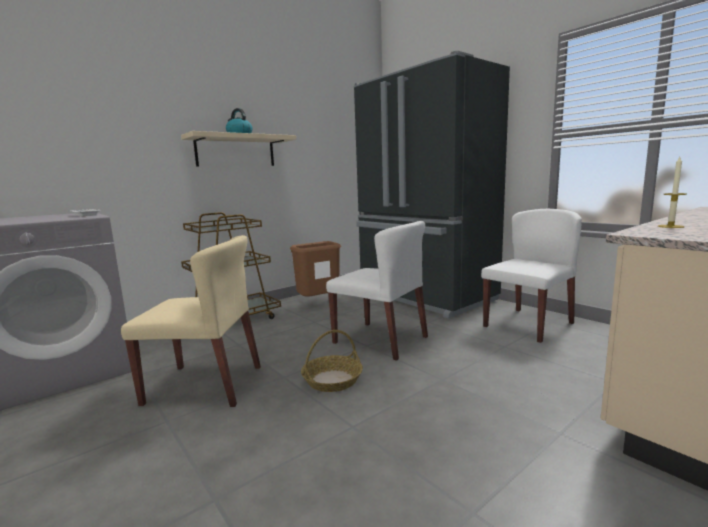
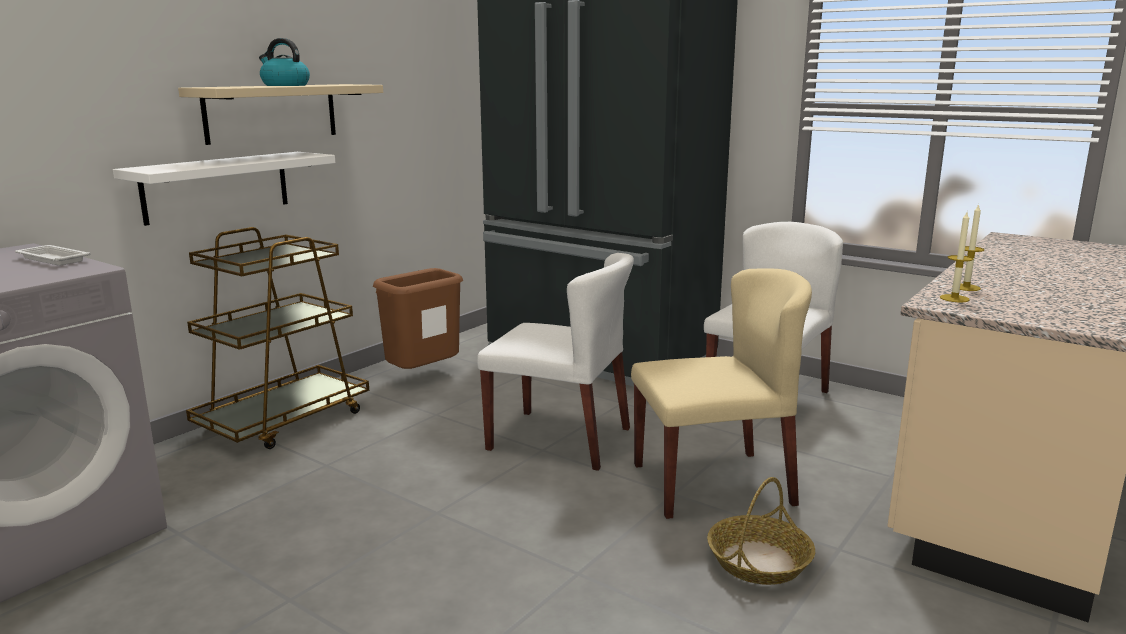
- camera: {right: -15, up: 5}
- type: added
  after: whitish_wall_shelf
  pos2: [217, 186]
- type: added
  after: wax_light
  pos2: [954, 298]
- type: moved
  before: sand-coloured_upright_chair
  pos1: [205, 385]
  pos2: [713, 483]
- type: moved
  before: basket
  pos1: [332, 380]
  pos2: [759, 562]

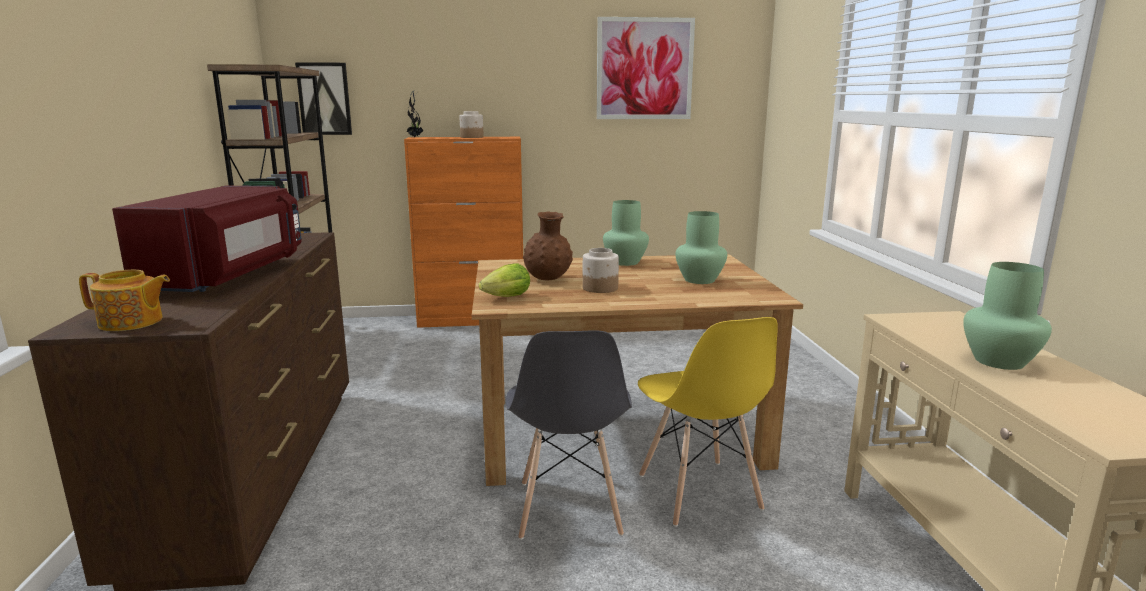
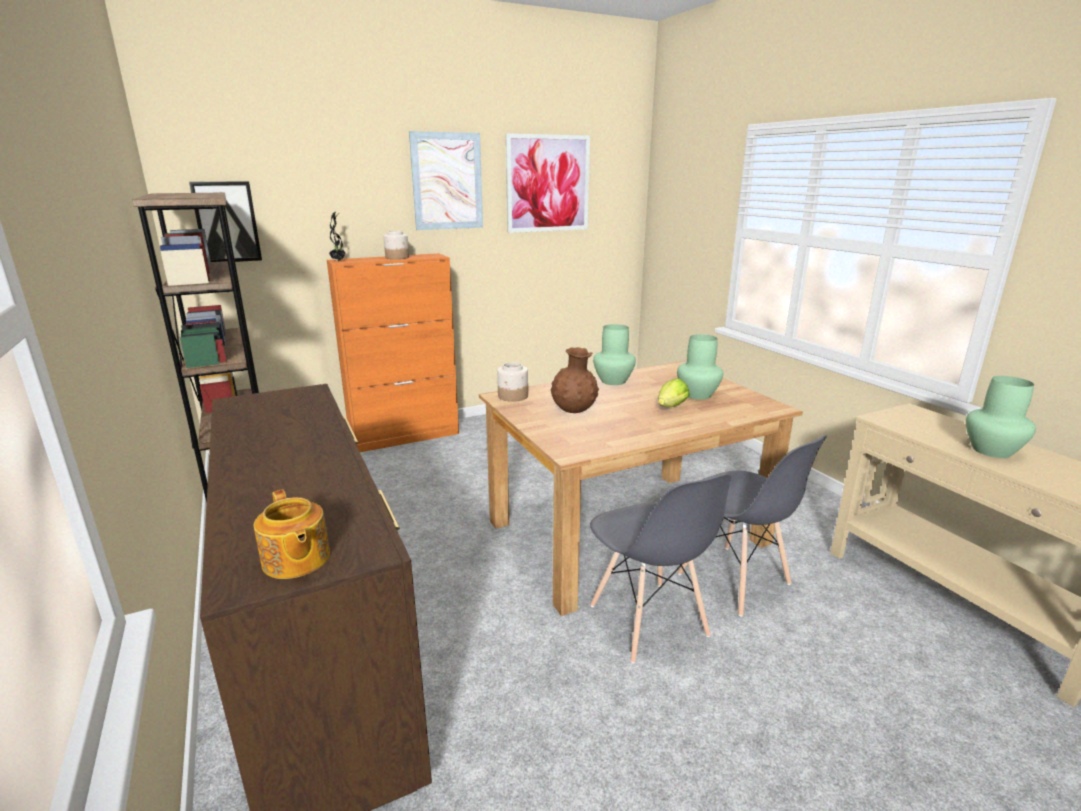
- camera: {right: -20, up: 5}
- type: removed
  before: red-coloured_microwave_oven
  pos1: [228, 276]
- type: added
  after: picture
  pos2: [447, 181]
- type: moved
  before: lettuce_head
  pos1: [504, 298]
  pos2: [670, 408]
- type: moved
  before: storage_jar
  pos1: [600, 288]
  pos2: [513, 396]
- type: recoloured
  before: yellow_upright_chair
  after: gray_upright_chair
  pos1: [698, 493]
  pos2: [734, 580]
- type: turned
  before: pot_for_tea
  pos1: [131, 322]
  pos2: [295, 560]
  turn: 75

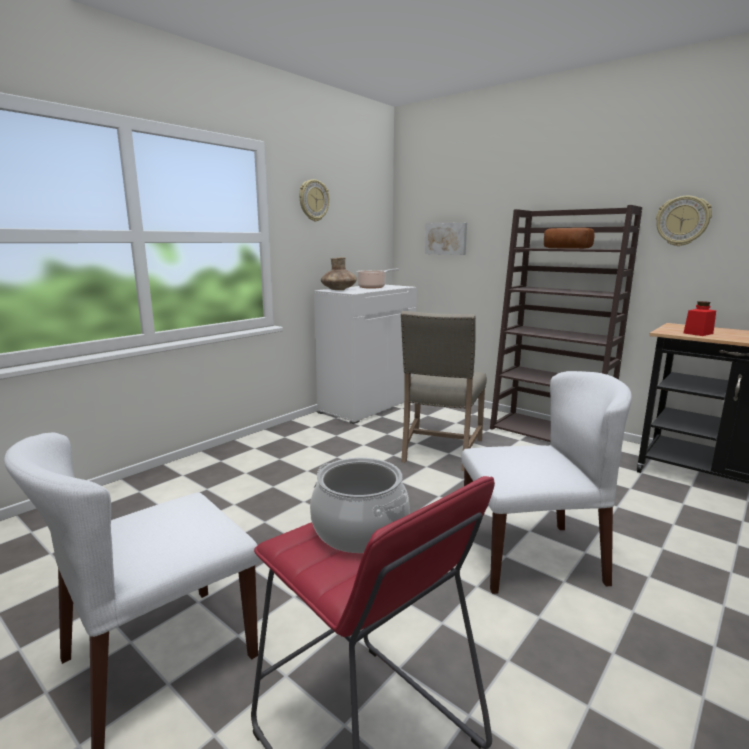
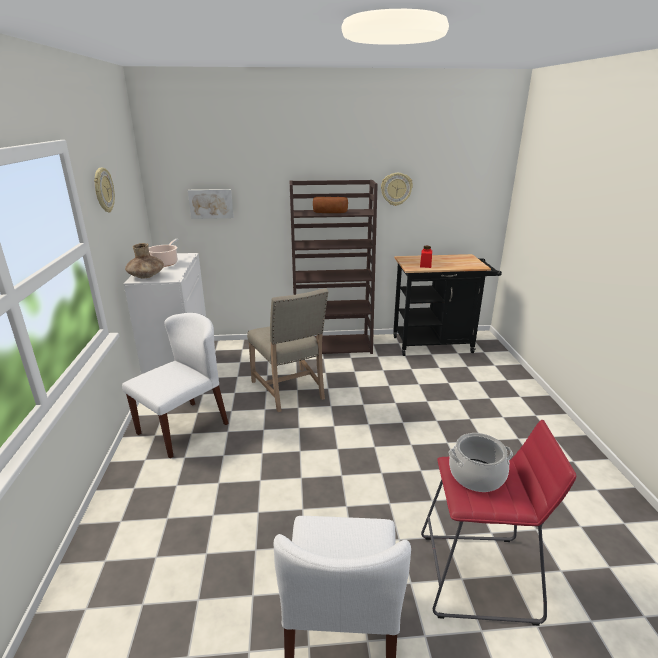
- camera: {right: -45, up: 10}
- type: moved
  before: whitish_upright_chair
  pos1: [532, 557]
  pos2: [183, 428]

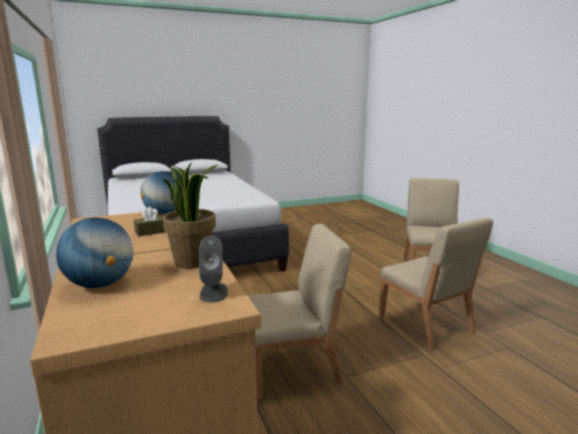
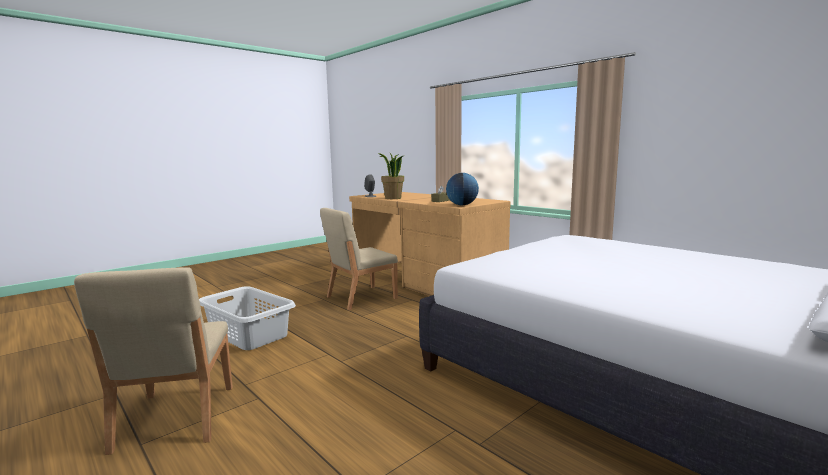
- camera: {right: 160, up: -5}
- type: removed
  before: world_globe
  pos1: [100, 284]
- type: replaced
  before: sand-coloured_upright_chair
  after: gray_laundry_basket
  pos1: [426, 326]
  pos2: [248, 334]

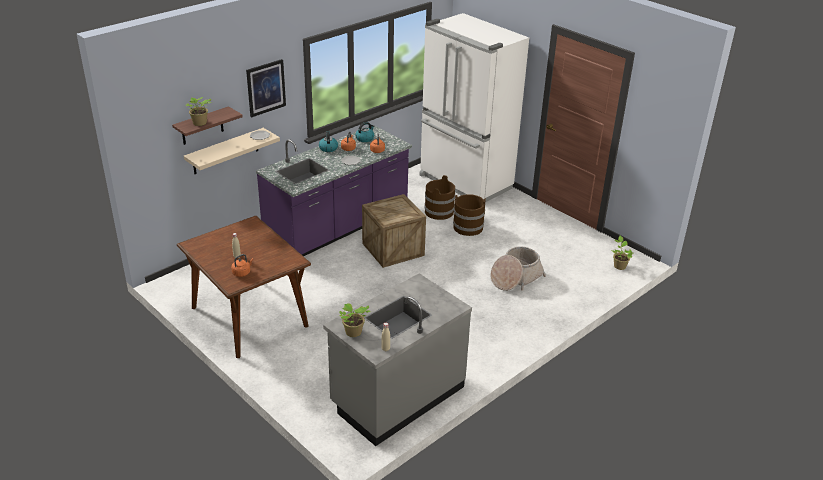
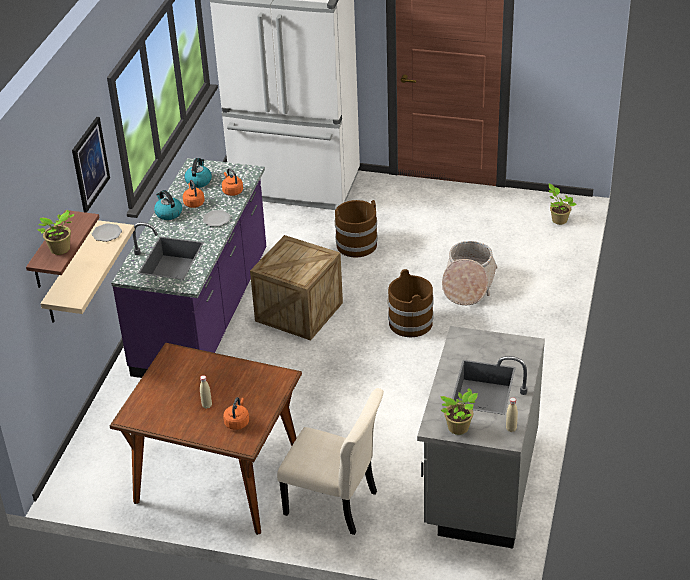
- camera: {right: -30, up: 5}
- type: added
  after: sand-coloured_upright_chair
  pos2: [334, 504]
- type: moved
  before: brown_bucket
  pos1: [439, 212]
  pos2: [411, 323]

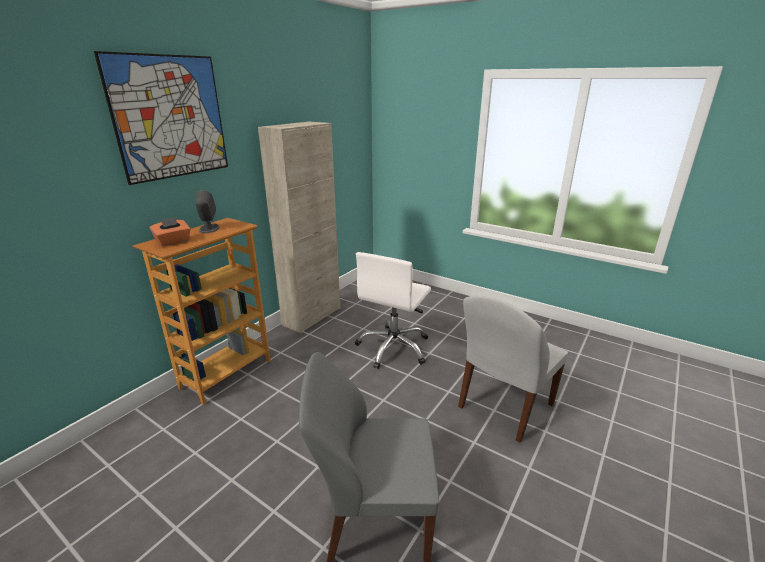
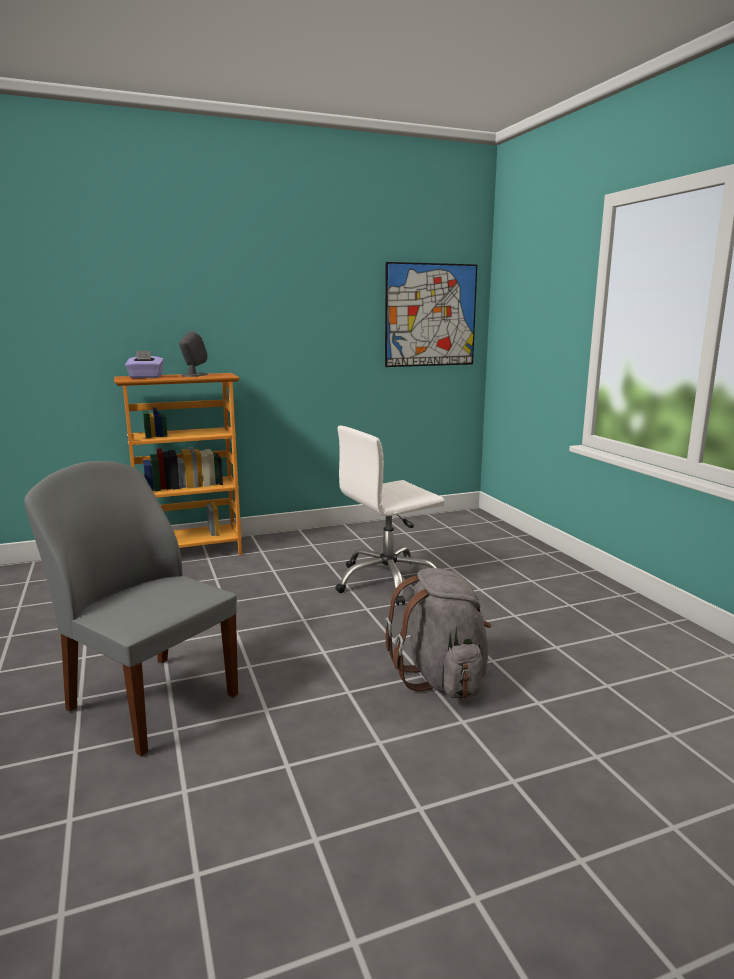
- camera: {right: 35, up: -10}
- type: removed
  before: sand-coloured_cupboard
  pos1: [312, 316]
- type: moved
  before: picture
  pos1: [170, 118]
  pos2: [430, 315]
- type: replaced
  before: whitish_upright_chair
  after: gray_knapsack
  pos1: [504, 407]
  pos2: [442, 678]
- type: recoloured
  before: orangey_tissue_box
  after: purple-coloured_tissue_box
  pos1: [173, 242]
  pos2: [146, 377]

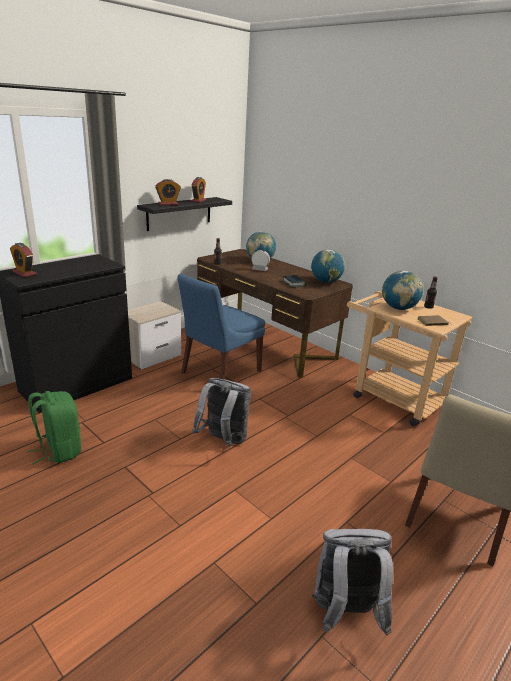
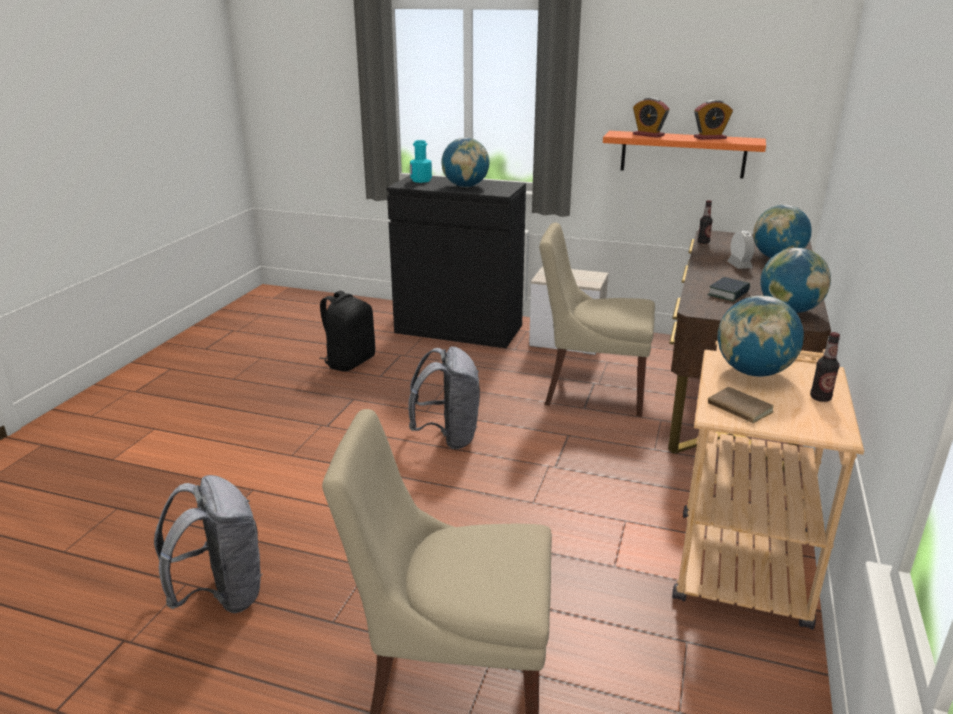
- camera: {right: 65, up: 0}
- type: added
  after: world_globe
  pos2: [465, 186]
- type: replaced
  before: table_clock
  after: turquoise-coloured_drink_bottle
  pos1: [24, 273]
  pos2: [421, 180]
- type: recoloured
  before: greenish_knapsack
  after: blackish_knapsack
  pos1: [59, 450]
  pos2: [349, 362]
- type: recoloured
  before: blackish_wall_shelf
  after: orangey_wall_shelf
  pos1: [179, 213]
  pos2: [683, 154]
- type: recoloured
  before: bluish_upright_chair
  after: sand-coloured_upright_chair
  pos1: [219, 373]
  pos2: [591, 390]

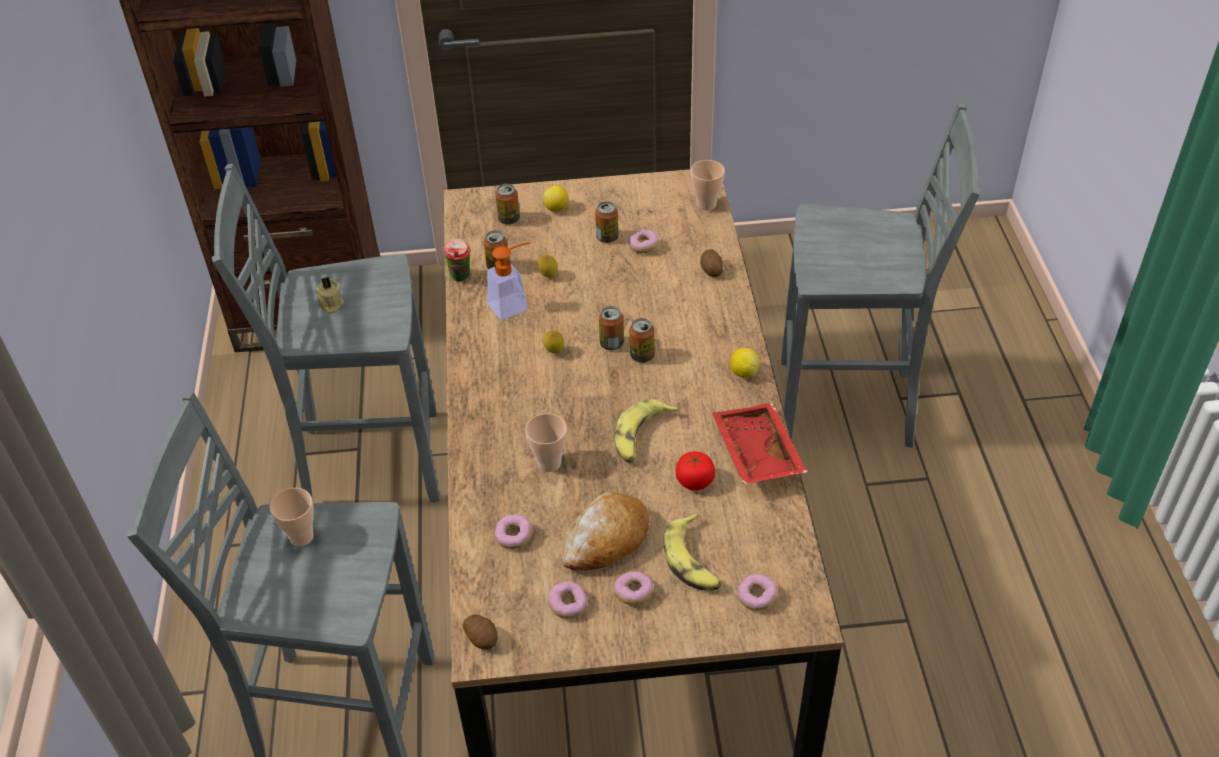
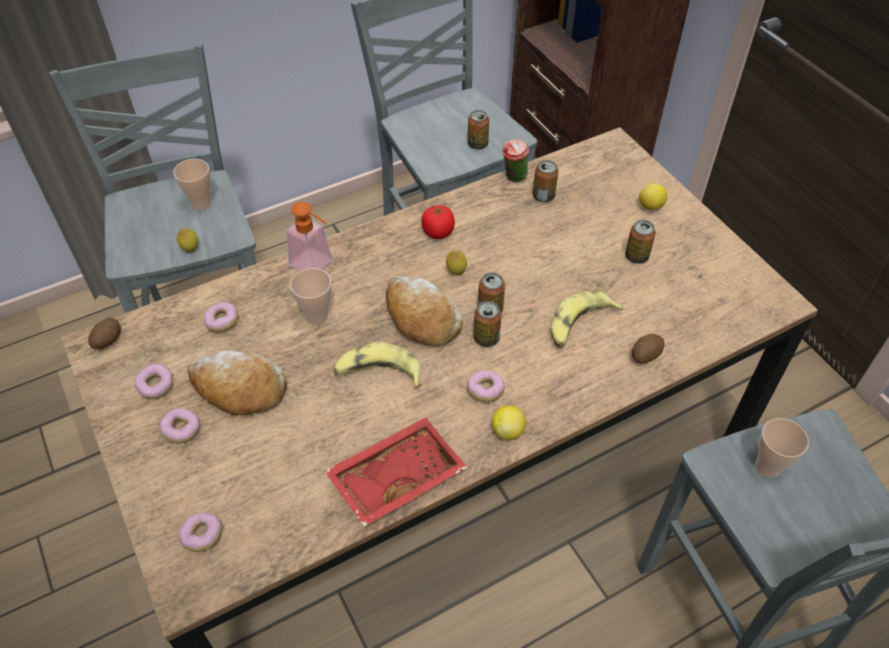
- camera: {right: 65, up: 5}
- type: removed
  before: sand-coloured_wax_light
  pos1: [331, 304]
- type: added
  after: bakery_bread
  pos2: [421, 317]
- type: moved
  before: liquid_soap_bottle
  pos1: [514, 304]
  pos2: [316, 266]
- type: moved
  before: can
  pos1: [509, 219]
  pos2: [477, 144]
- type: moved
  before: whole_lemon
  pos1: [548, 276]
  pos2: [190, 249]
- type: moved
  before: doughnut
  pos1: [643, 247]
  pos2: [485, 391]
- type: moved
  before: whole_banana
  pos1: [693, 561]
  pos2: [579, 325]
- type: moved
  before: tomato
  pos1: [695, 481]
  pos2: [438, 232]
- type: moved
  before: cup
  pos1: [706, 204]
  pos2: [768, 466]

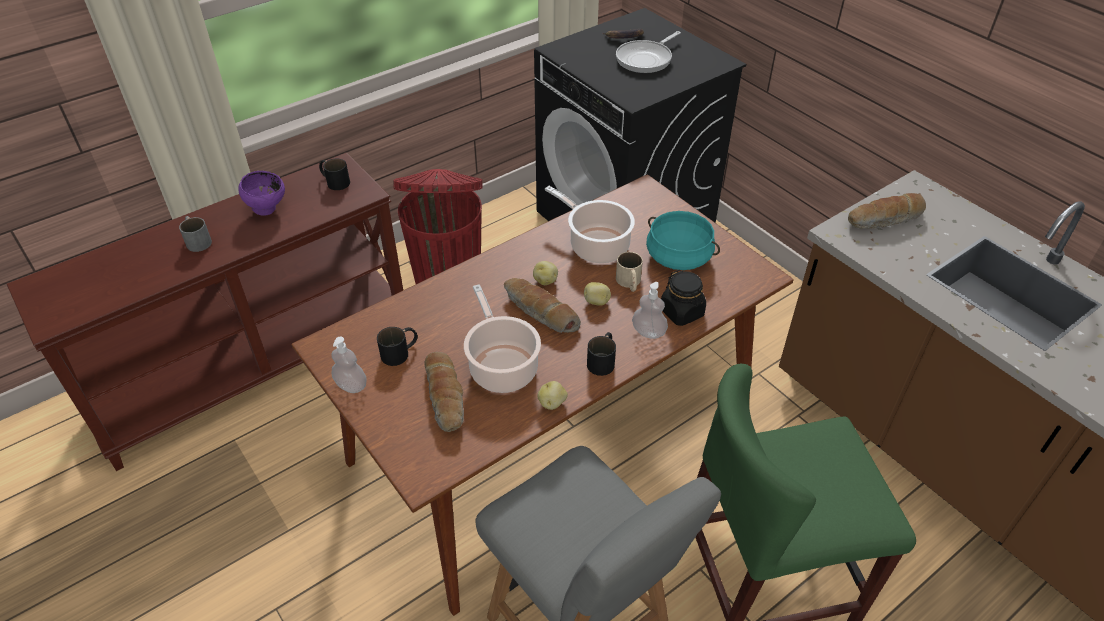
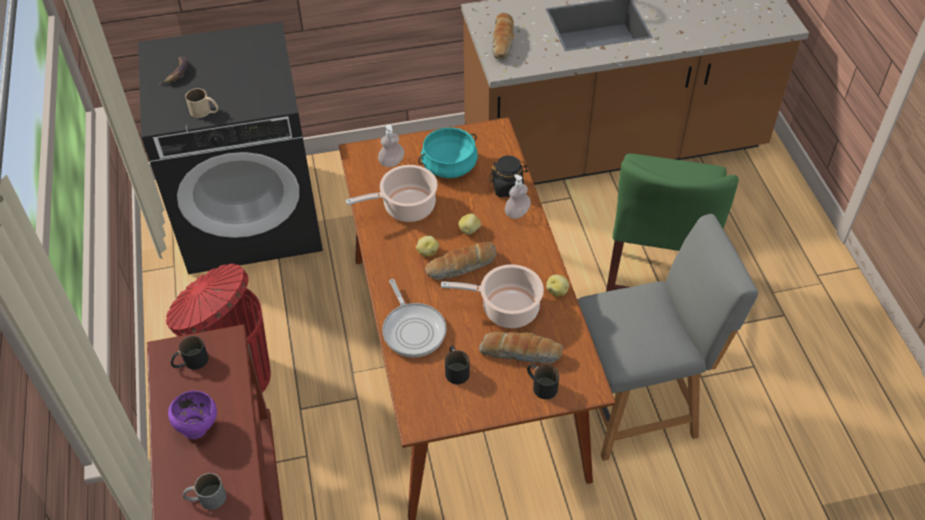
- camera: {right: -65, up: 5}
- type: moved
  before: liquid_soap_bottle
  pos1: [351, 385]
  pos2: [391, 162]
- type: moved
  before: blackish_mug
  pos1: [603, 360]
  pos2: [540, 385]
- type: moved
  before: skillet
  pos1: [646, 59]
  pos2: [413, 329]
- type: moved
  before: sand-coloured_mug
  pos1: [629, 283]
  pos2: [205, 112]

